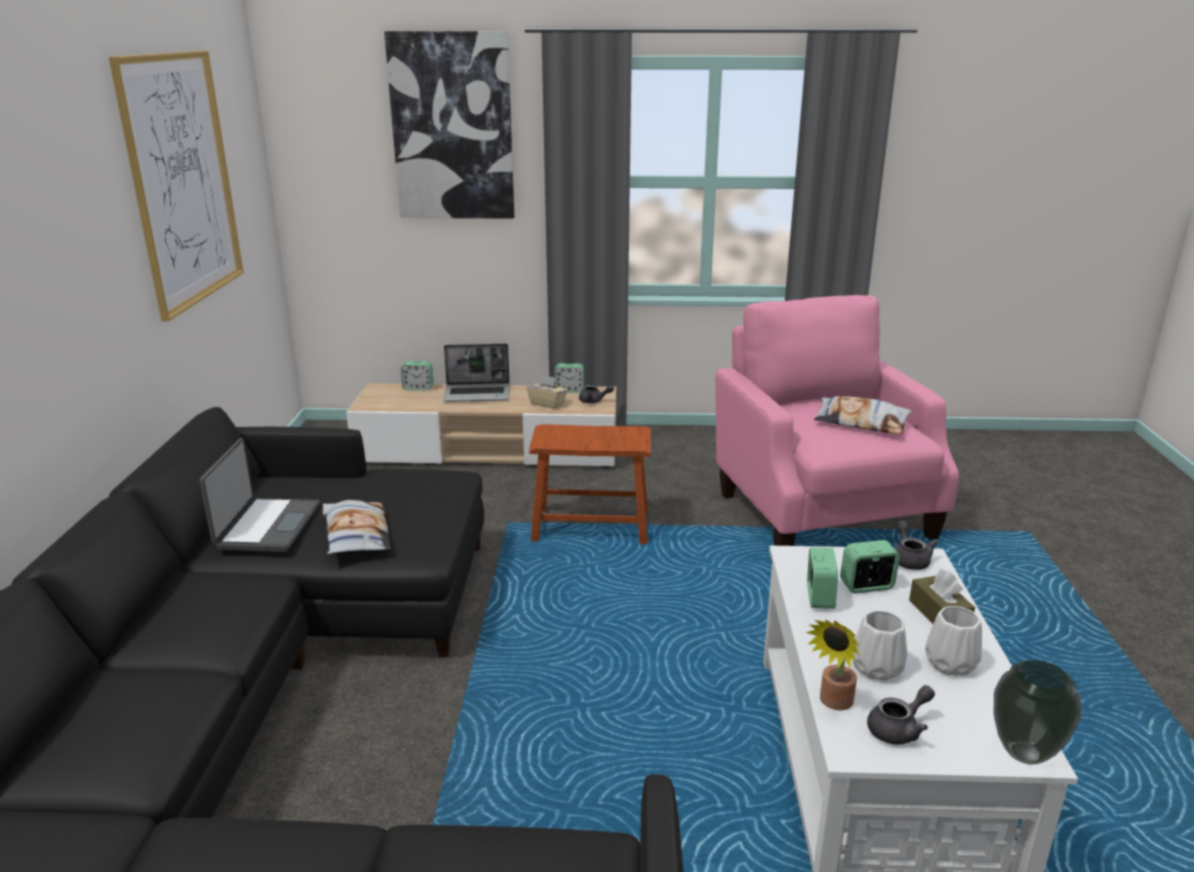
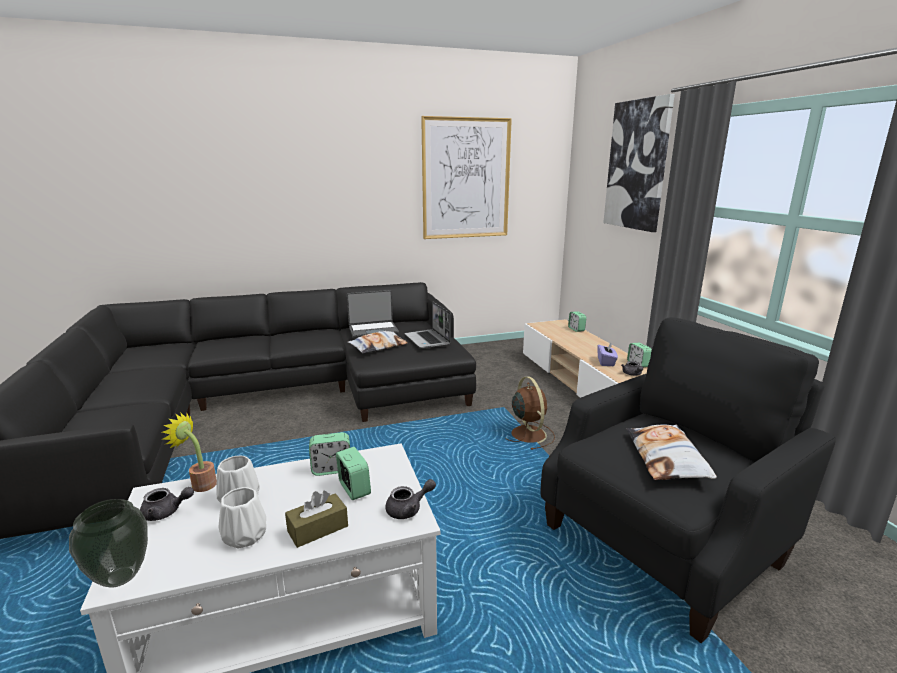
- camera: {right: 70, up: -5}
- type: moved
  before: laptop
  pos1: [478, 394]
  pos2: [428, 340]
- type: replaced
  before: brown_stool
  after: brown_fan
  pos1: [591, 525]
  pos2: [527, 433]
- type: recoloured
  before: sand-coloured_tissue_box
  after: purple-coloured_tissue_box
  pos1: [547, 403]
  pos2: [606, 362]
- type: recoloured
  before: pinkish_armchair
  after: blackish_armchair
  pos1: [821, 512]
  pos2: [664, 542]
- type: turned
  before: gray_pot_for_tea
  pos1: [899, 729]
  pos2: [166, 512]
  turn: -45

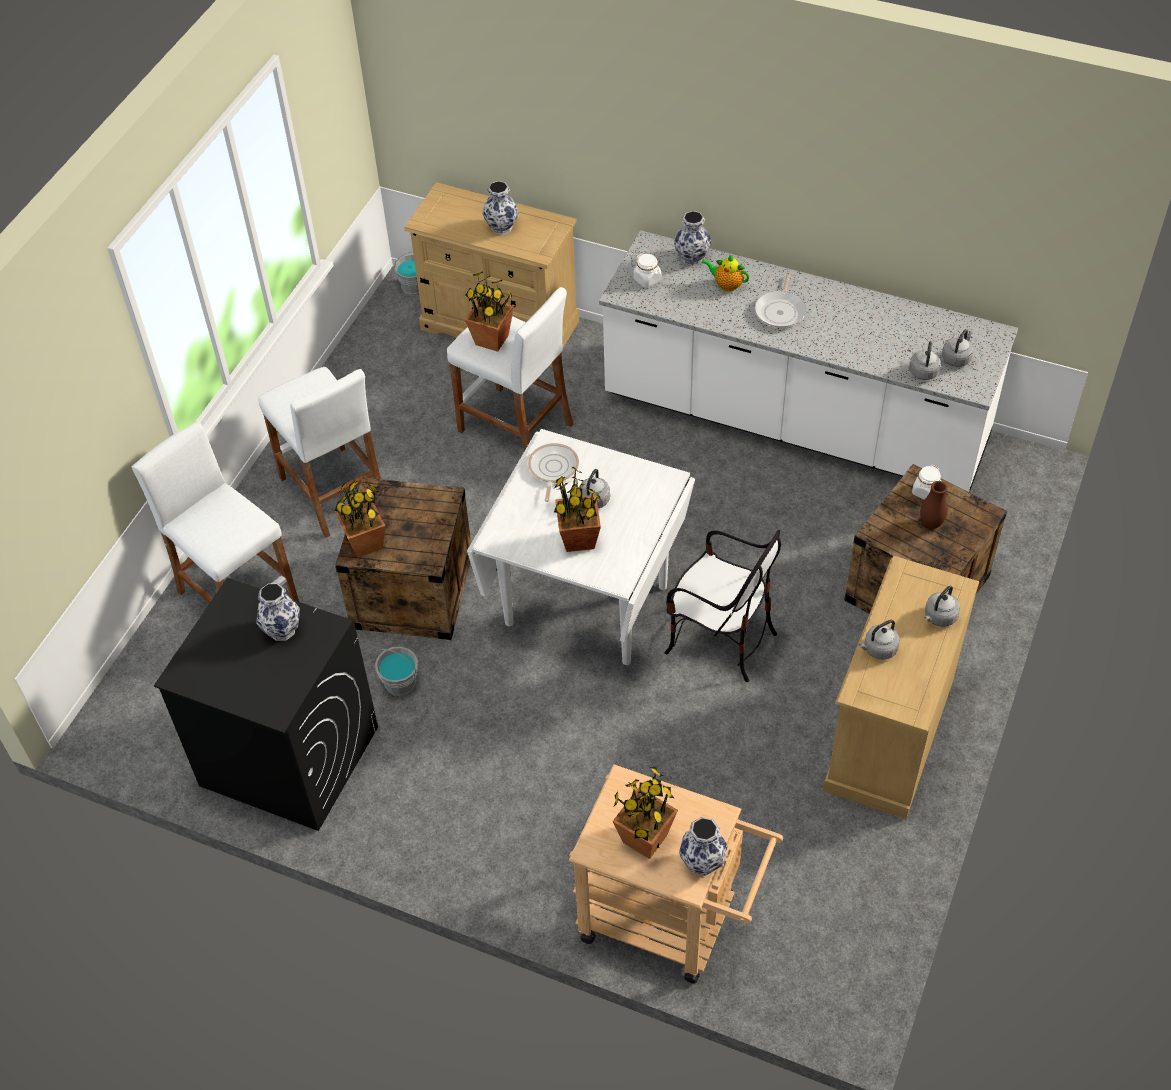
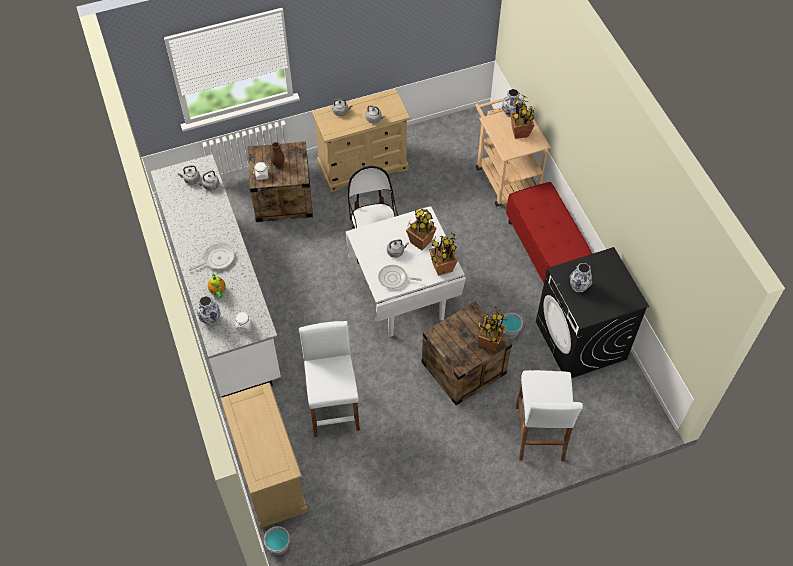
- camera: {right: -135, up: 5}
- type: removed
  before: whitish_stool
  pos1: [334, 492]
- type: removed
  before: decorative_vase
  pos1: [501, 227]
- type: added
  after: red-coloured_indoor_bench
  pos2: [545, 251]
- type: moved
  before: plant_in_a_pot
  pos1: [492, 339]
  pos2: [442, 267]
- type: turned
  before: skillet
  pos1: [552, 469]
  pos2: [394, 279]
  turn: 45

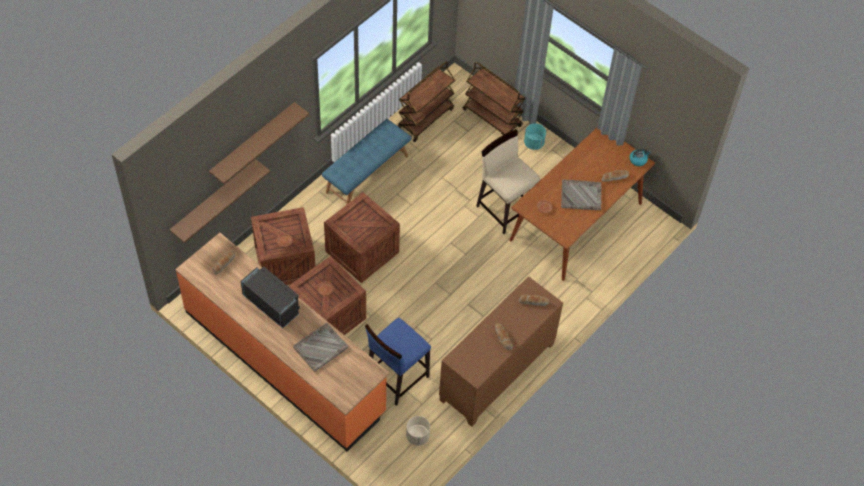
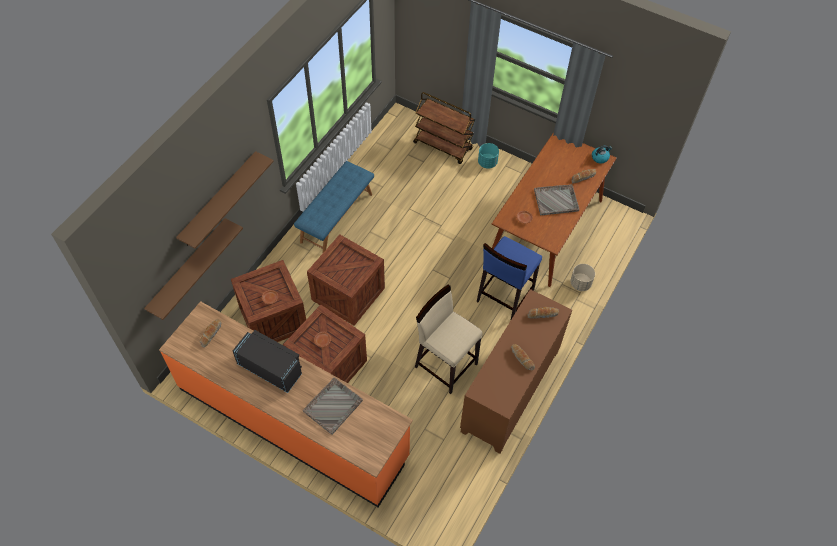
- camera: {right: -10, up: 0}
- type: removed
  before: brown_trolley
  pos1: [425, 118]
- type: moved
  before: bluish_stool
  pos1: [396, 377]
  pos2: [504, 296]
- type: moved
  before: sand-coloured_plant_pot
  pos1: [417, 436]
  pos2: [580, 283]
- type: moved
  before: sand-coloured_stool
  pos1: [505, 209]
  pos2: [446, 364]

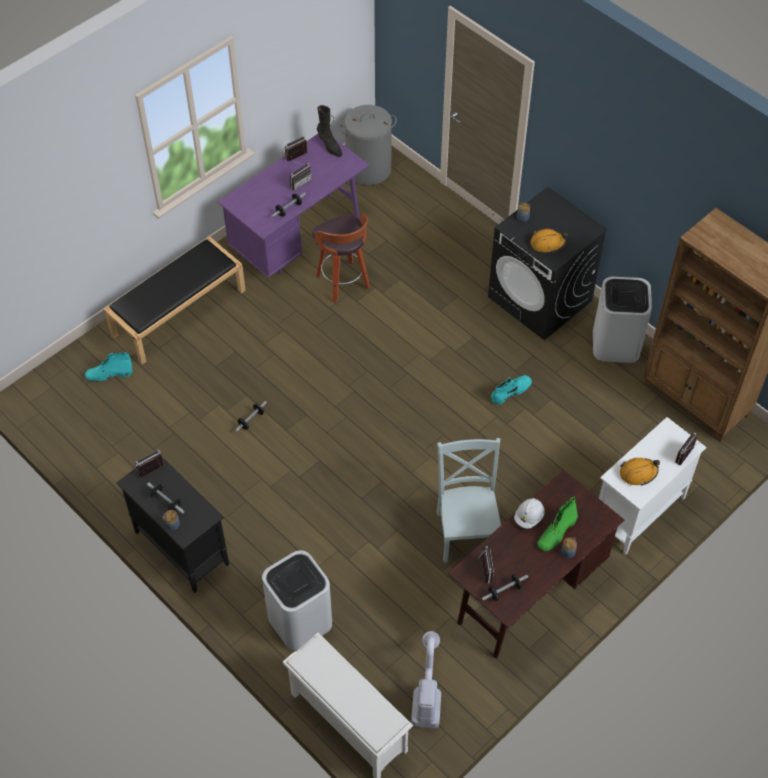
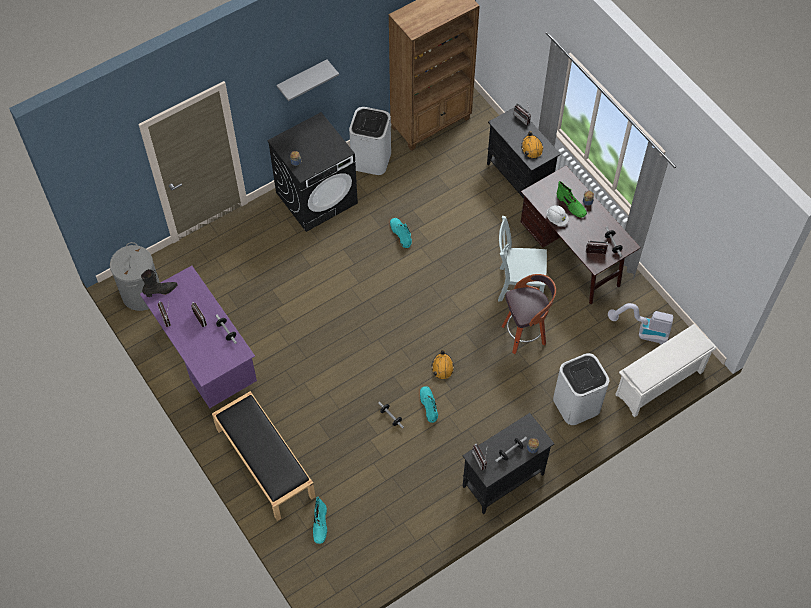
- camera: {right: -80, up: 5}
- type: added
  after: gray_wall_shelf
  pos2: [302, 79]
- type: added
  after: turquoise-coloured_boot
  pos2: [428, 405]
- type: moved
  before: stool
  pos1: [344, 283]
  pos2: [524, 334]
- type: moved
  before: orangey_hard_hat
  pos1: [547, 243]
  pos2: [442, 367]
- type: recoloured
  before: whitish_cupboard
  after: blackish_cupboard
  pos1: [638, 513]
  pos2: [519, 179]

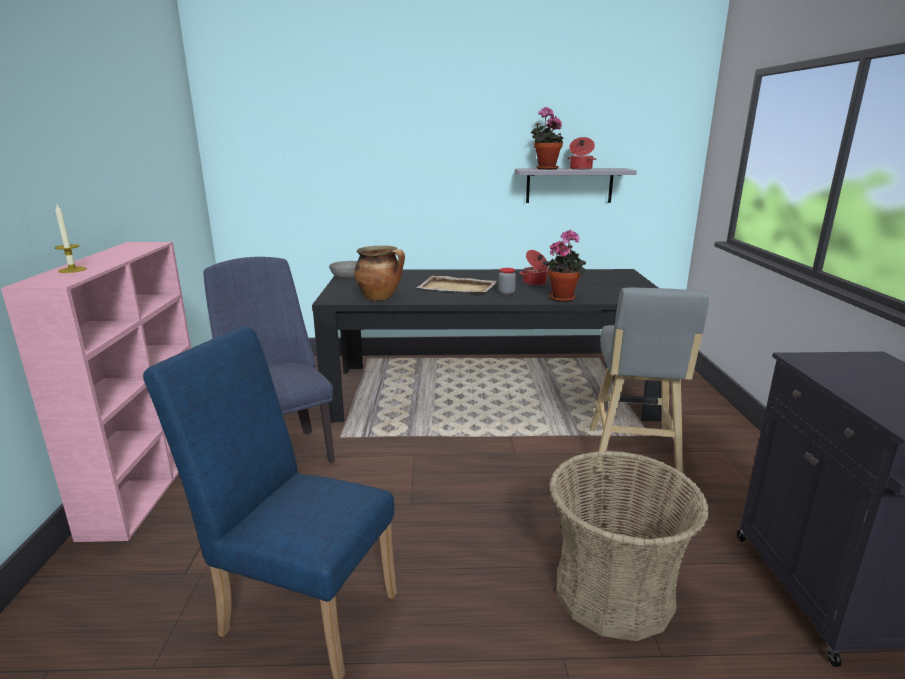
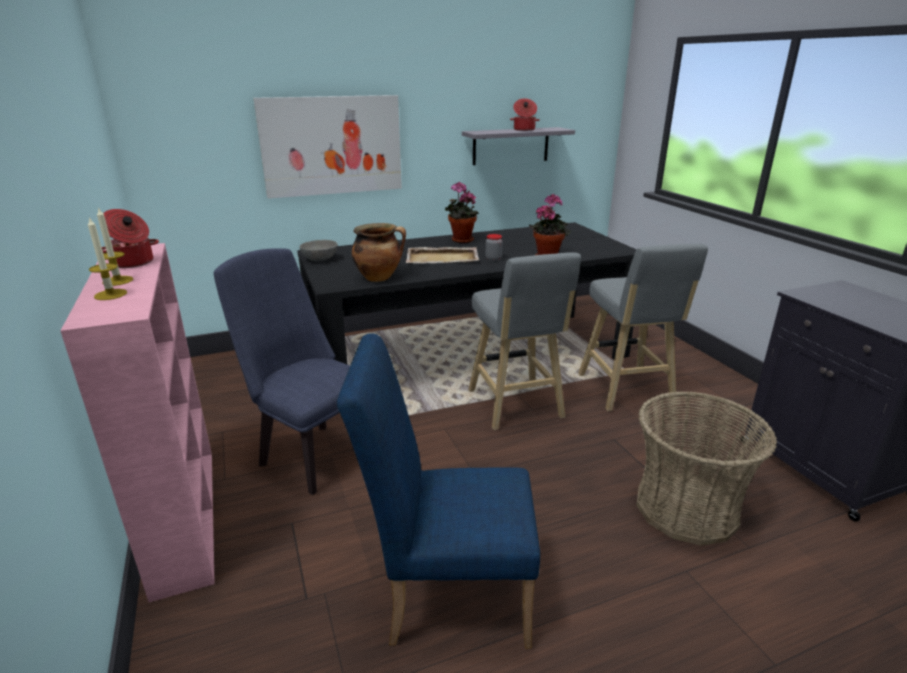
- camera: {right: -20, up: 5}
- type: added
  after: wax_light
  pos2: [118, 281]
- type: added
  after: picture
  pos2: [332, 146]
- type: added
  after: gray_stool
  pos2: [516, 406]
- type: moved
  before: cooking_pot
  pos1: [535, 283]
  pos2: [133, 263]
- type: moved
  before: plant_in_a_pot
  pos1: [545, 169]
  pos2: [460, 240]

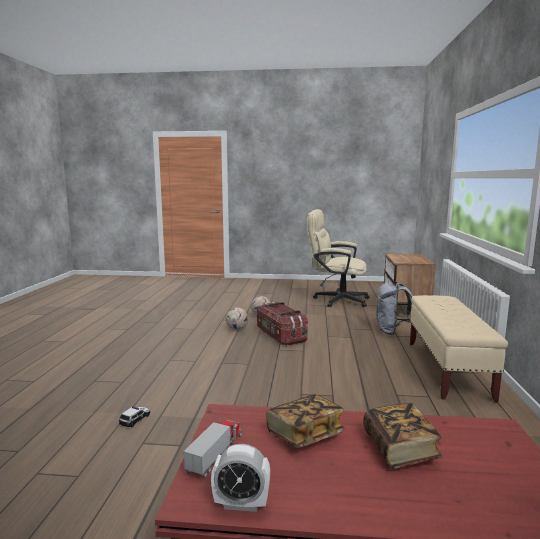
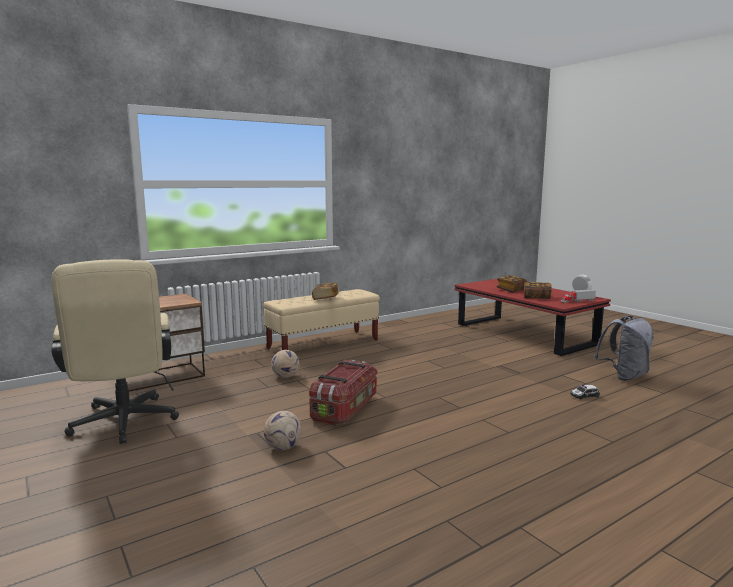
- camera: {right: -130, up: 0}
- type: added
  after: book
  pos2: [325, 298]
- type: moved
  before: football
  pos1: [237, 329]
  pos2: [285, 376]
- type: moved
  before: gray_knapsack
  pos1: [392, 331]
  pos2: [624, 376]

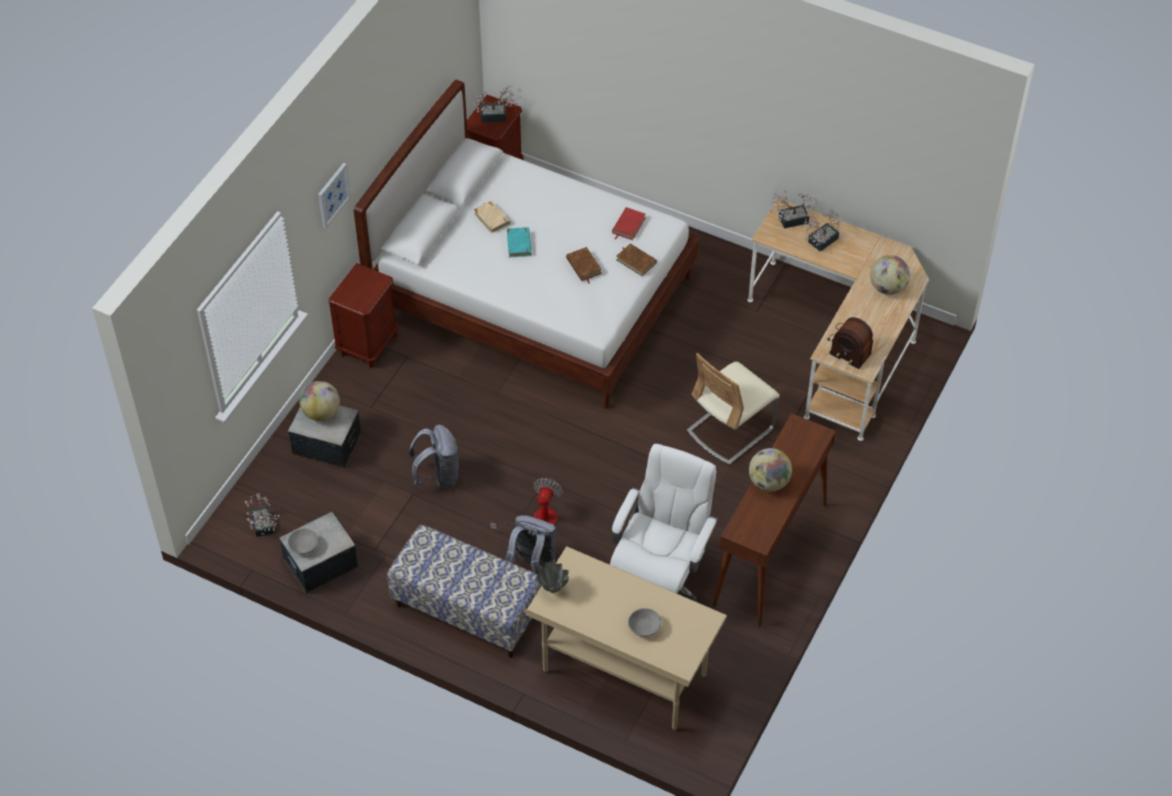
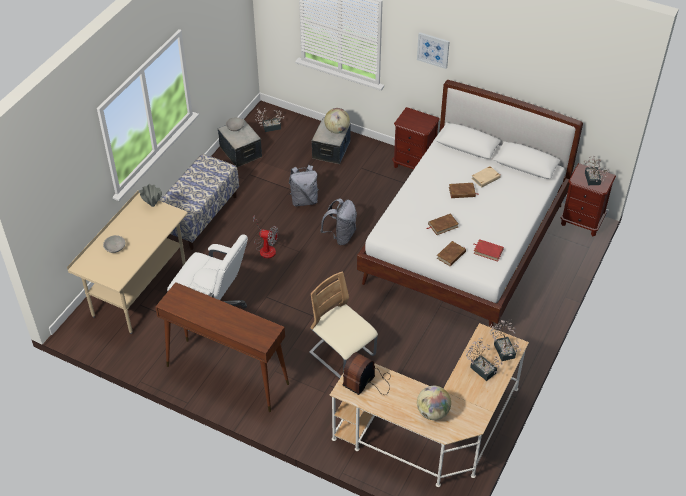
- camera: {right: 90, up: -5}
- type: removed
  before: world_globe
  pos1: [768, 482]
- type: moved
  before: gray_knapsack
  pos1: [533, 564]
  pos2: [340, 236]
- type: recoloured
  before: turquoise-coloured_book
  after: brown_book
  pos1: [519, 244]
  pos2: [462, 192]

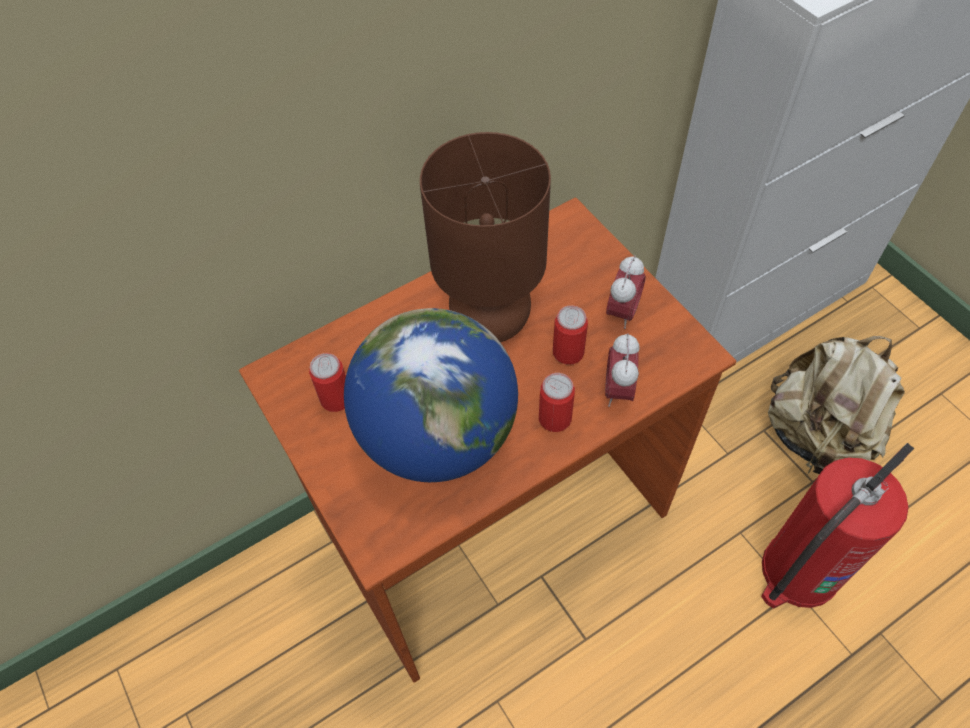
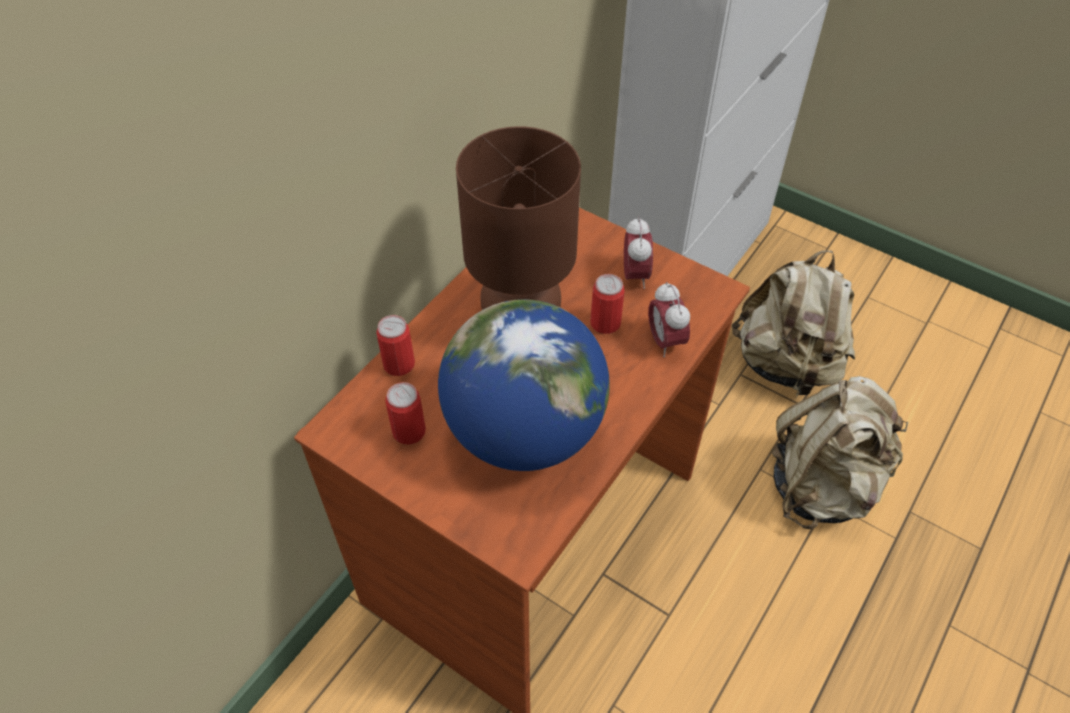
- camera: {right: -25, up: -5}
- type: moved
  before: can
  pos1: [555, 418]
  pos2: [399, 364]
- type: replaced
  before: fire_extinguisher
  after: sand-coloured_knapsack
  pos1: [797, 571]
  pos2: [822, 485]

